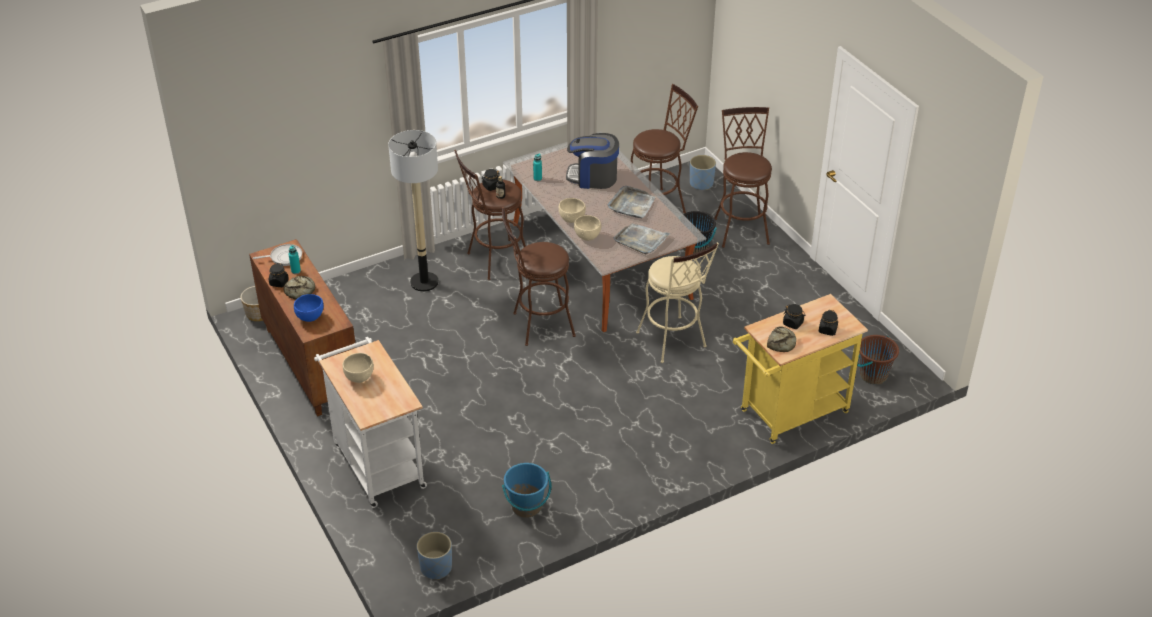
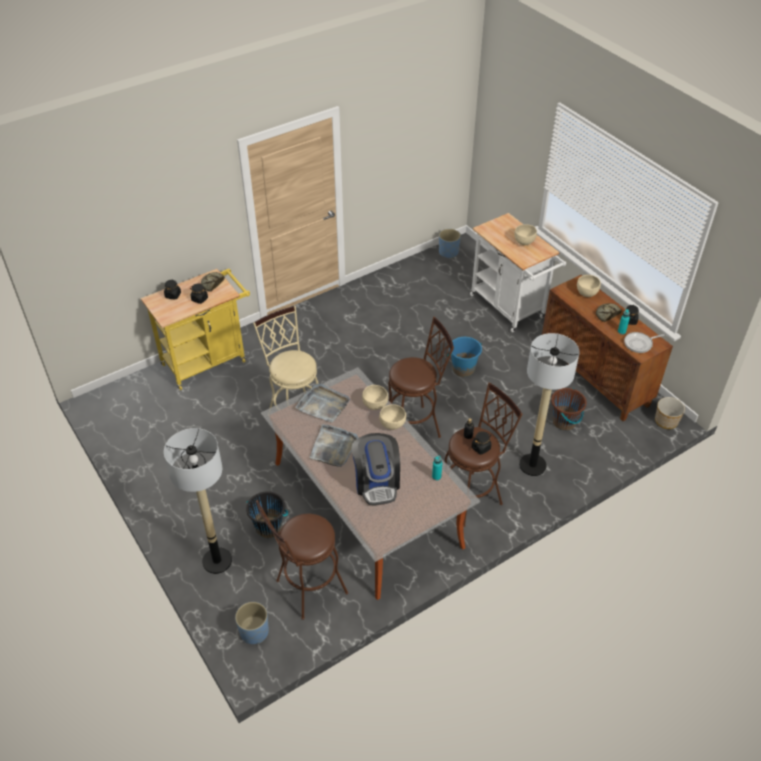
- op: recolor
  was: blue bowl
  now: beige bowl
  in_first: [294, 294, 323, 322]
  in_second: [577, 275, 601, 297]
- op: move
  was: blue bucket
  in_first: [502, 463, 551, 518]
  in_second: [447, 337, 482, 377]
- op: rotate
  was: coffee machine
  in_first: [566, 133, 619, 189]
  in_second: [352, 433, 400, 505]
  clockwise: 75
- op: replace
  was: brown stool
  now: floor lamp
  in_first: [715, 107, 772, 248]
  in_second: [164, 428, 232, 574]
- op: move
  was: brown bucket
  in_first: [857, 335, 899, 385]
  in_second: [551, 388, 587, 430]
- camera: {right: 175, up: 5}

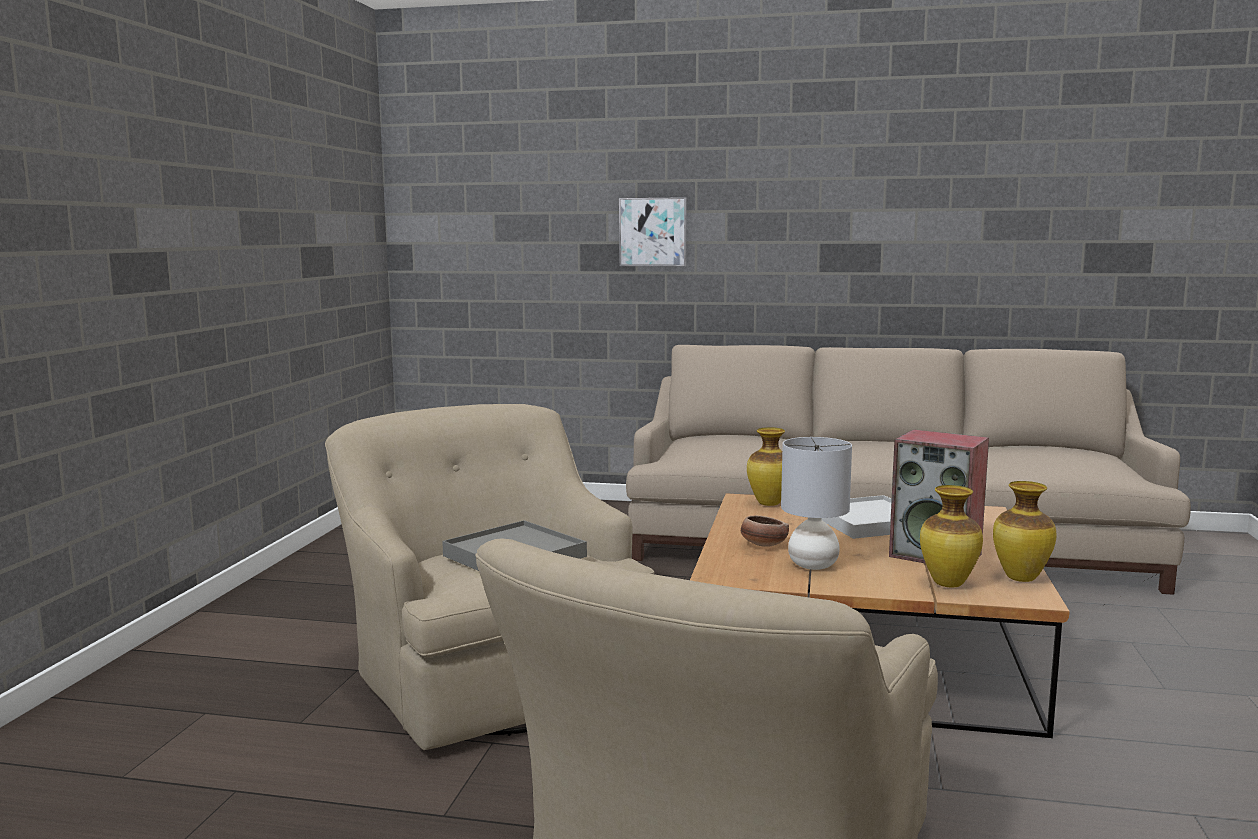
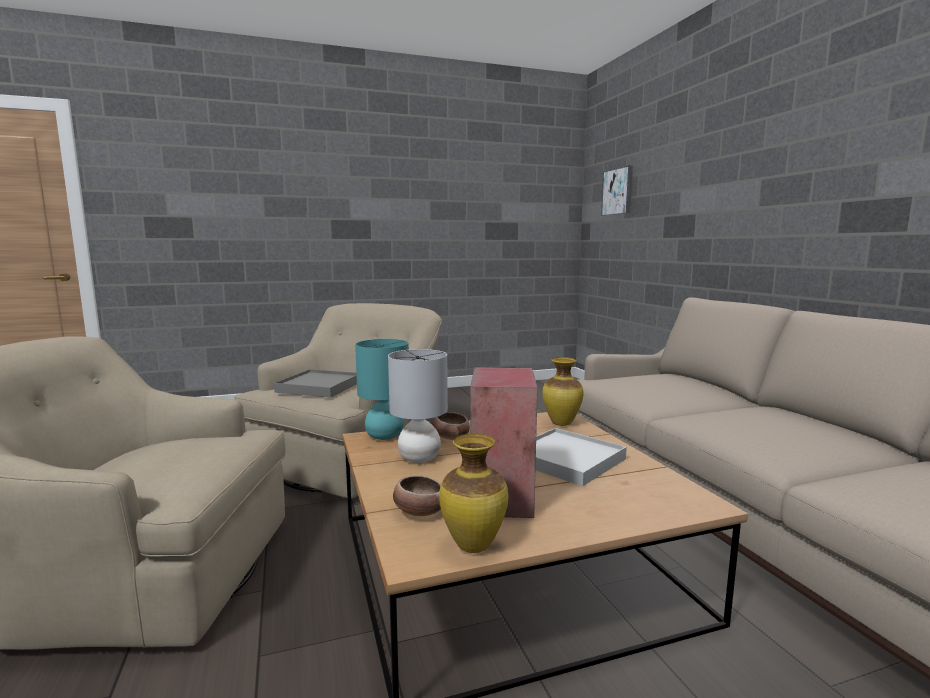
- op: move
  was: picture
  in_first: [619, 197, 687, 266]
  in_second: [601, 165, 633, 216]
- op: replace
  was: vase
  now: bowl
  in_first: [920, 485, 983, 587]
  in_second: [393, 476, 441, 516]
- op: insert
  now: turquoise table lamp
  in_second: [355, 339, 409, 440]
- camera: {right: 60, up: 0}

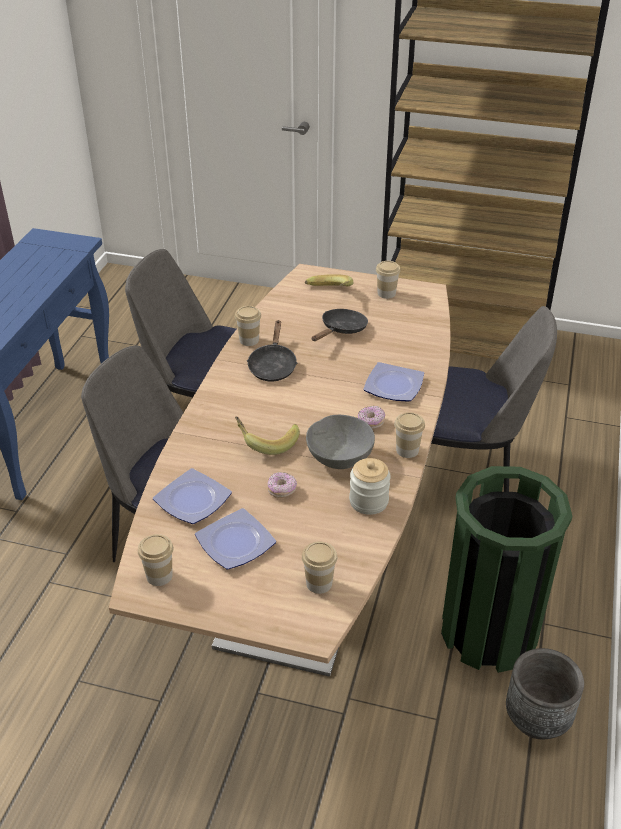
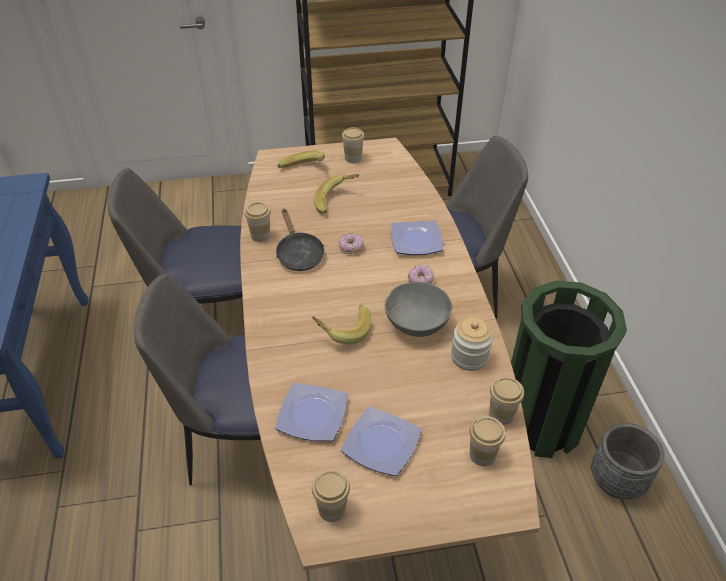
- op: move
  was: donut
  in_first: [267, 472, 297, 498]
  in_second: [339, 233, 364, 254]
- op: replace
  was: black frying pan
  now: banana
  in_first: [312, 309, 368, 341]
  in_second: [314, 174, 359, 214]
- op: move
  was: cup
  in_first: [394, 412, 425, 458]
  in_second: [489, 377, 524, 425]
- camera: {right: -25, up: 5}

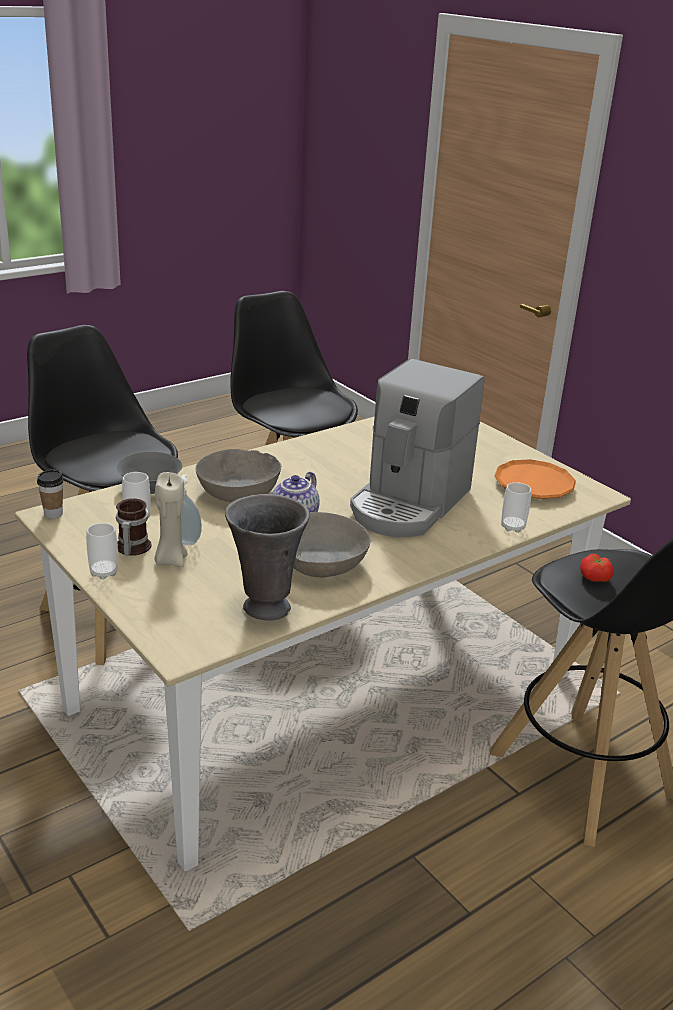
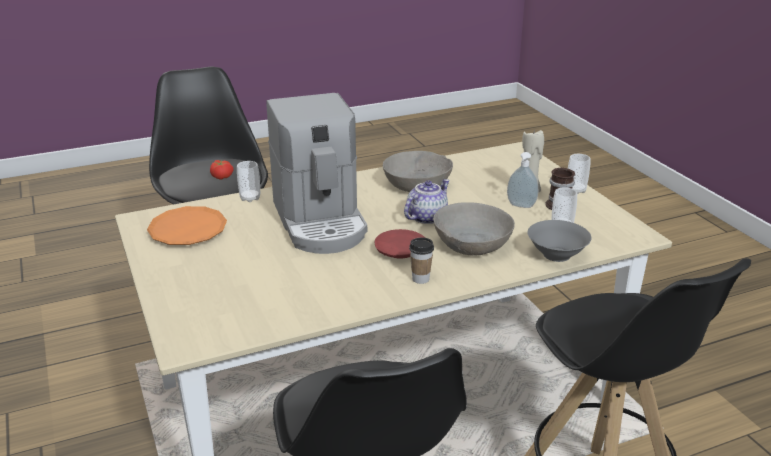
- op: move
  was: cup
  in_first: [37, 469, 64, 519]
  in_second: [409, 237, 434, 284]
- op: delete
  was: grey vase
  in_first: [225, 494, 309, 621]
- op: rotate
  was: coffee machine
  in_first: [350, 359, 485, 537]
  in_second: [266, 93, 367, 254]
  clockwise: 120
- op: insert
  now: red plate
  in_second: [375, 229, 425, 259]
- camera: {right: -165, up: 0}

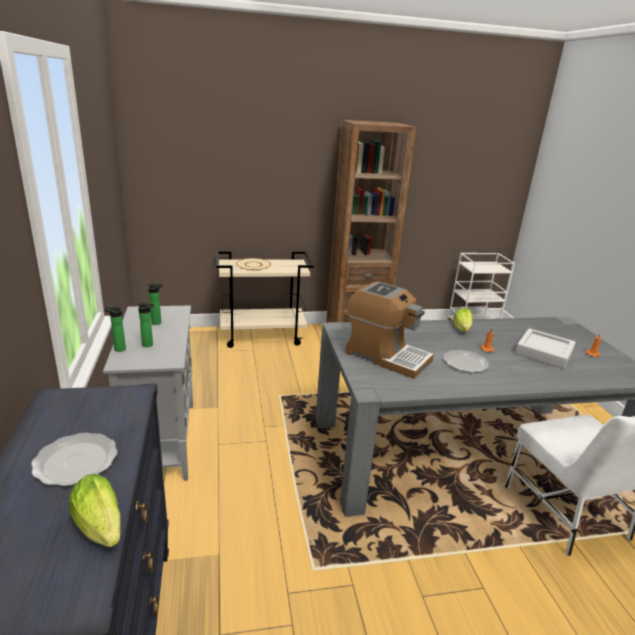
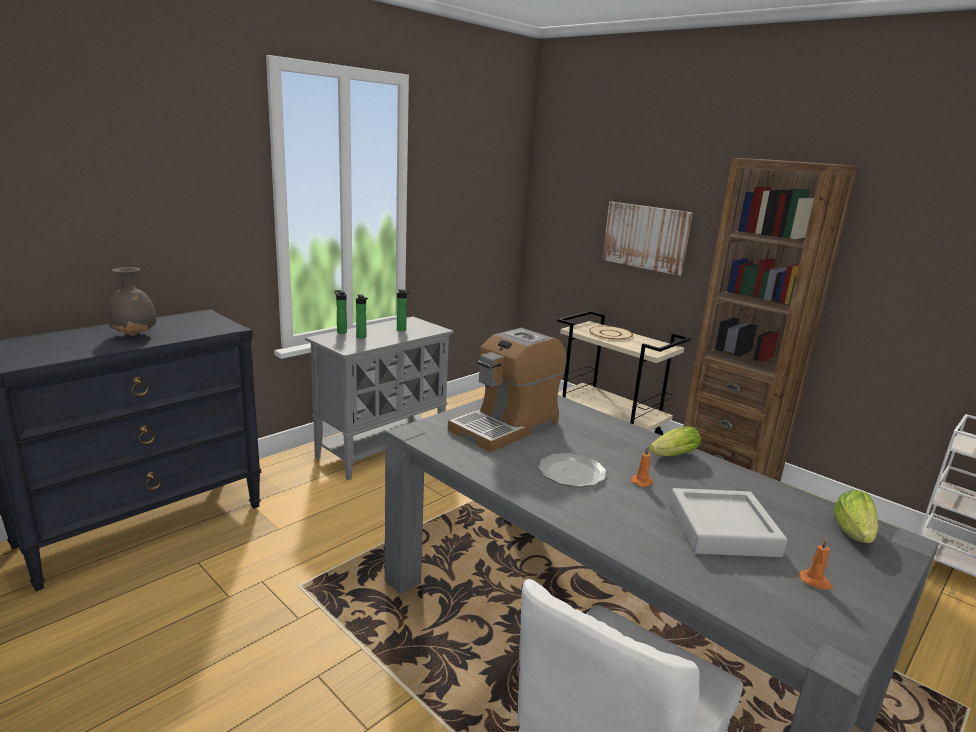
- op: replace
  was: plate
  now: grey vase
  in_first: [31, 433, 118, 486]
  in_second: [108, 267, 156, 336]
- op: move
  was: lettuce
  in_first: [69, 474, 121, 547]
  in_second: [833, 490, 878, 543]
- op: rotate
  was: coffee machine
  in_first: [345, 281, 434, 379]
  in_second: [448, 328, 567, 452]
  clockwise: 45
- op: insert
  now: picture
  in_second: [602, 202, 693, 276]
- camera: {right: 55, up: -5}

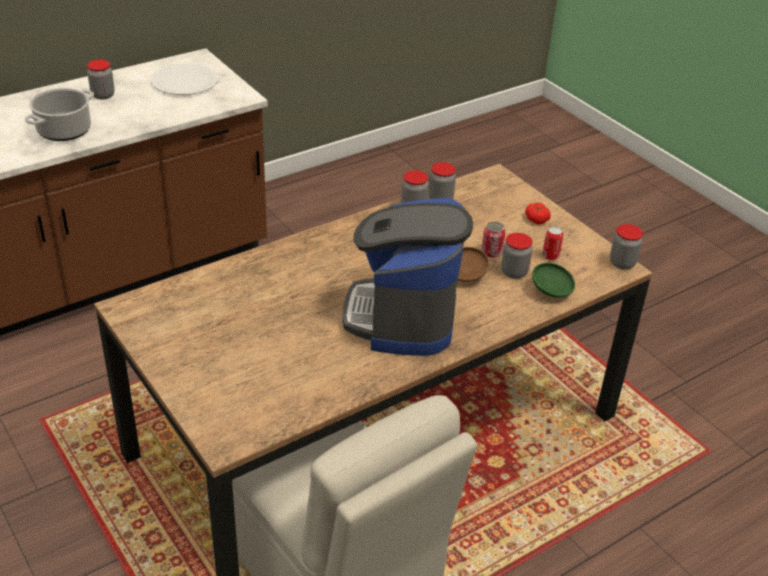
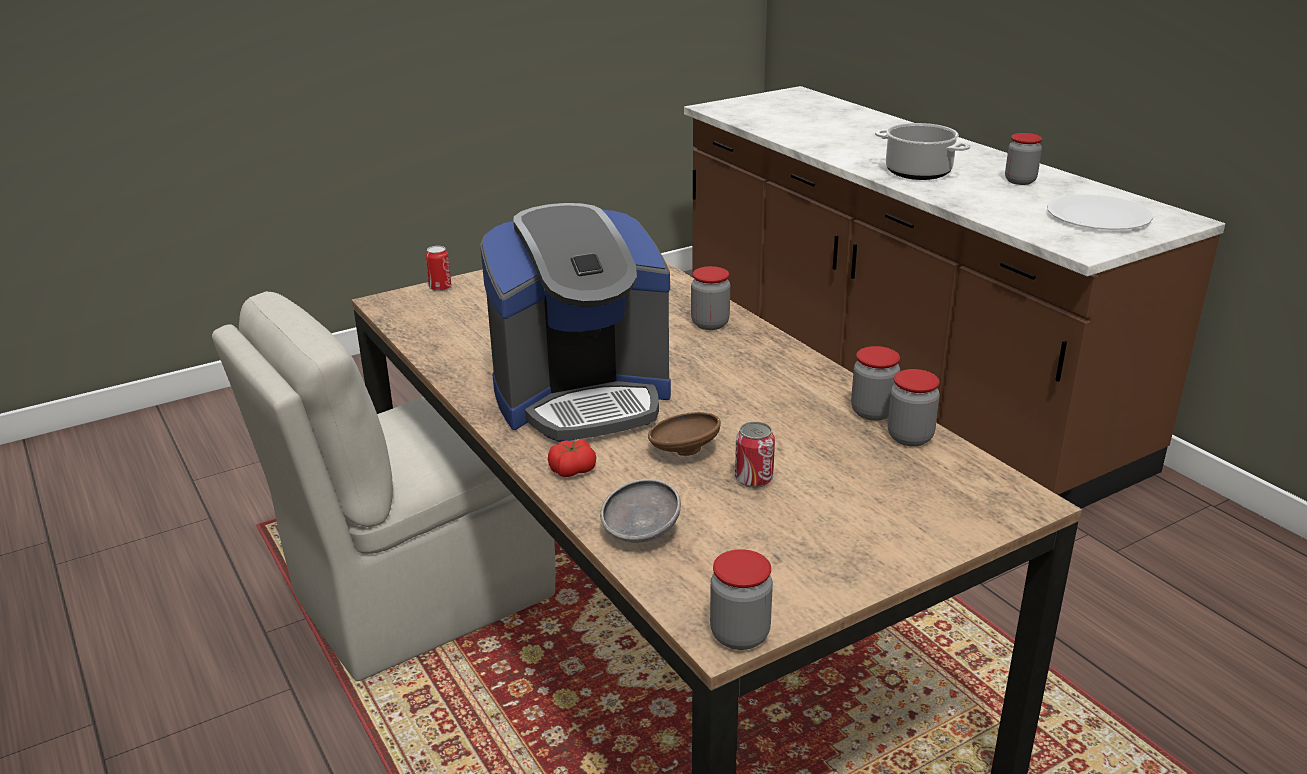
- op: rotate
  was: coffee machine
  in_first: [342, 198, 473, 356]
  in_second: [480, 203, 671, 442]
  clockwise: 150
- op: move
  was: jar
  in_first: [501, 233, 533, 279]
  in_second: [691, 266, 730, 330]
- op: move
  was: tomato
  in_first: [525, 203, 551, 224]
  in_second: [548, 439, 596, 477]
- op: recolor
  was: green bowl
  now: grey bowl
  in_first: [532, 263, 575, 298]
  in_second: [600, 479, 681, 543]
- op: move
  was: can
  in_first: [542, 226, 563, 260]
  in_second: [425, 246, 451, 291]
- camera: {right: 95, up: -10}

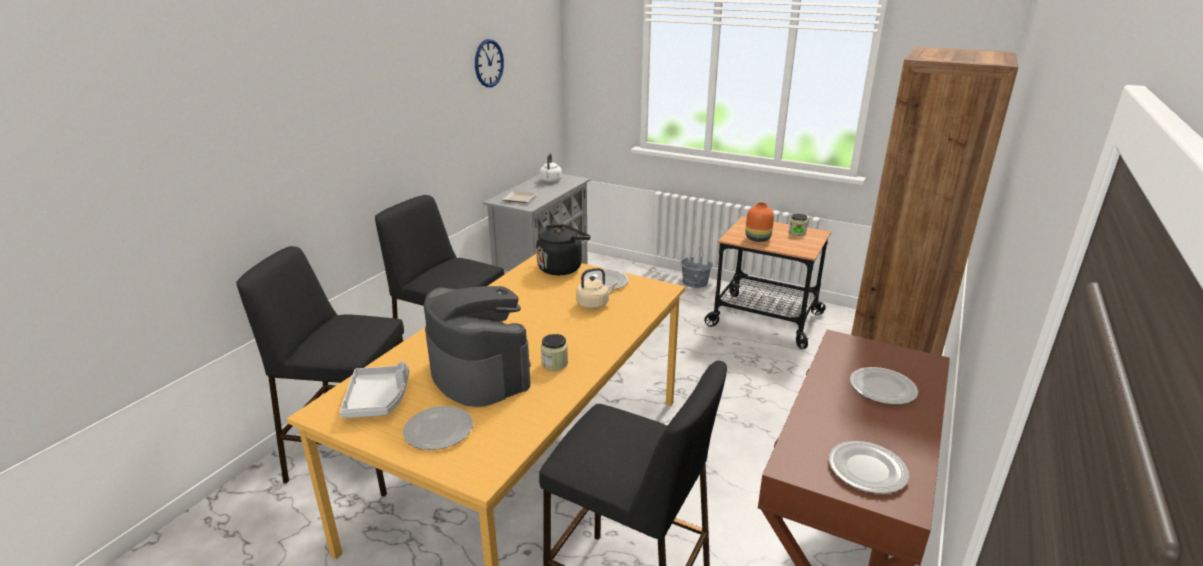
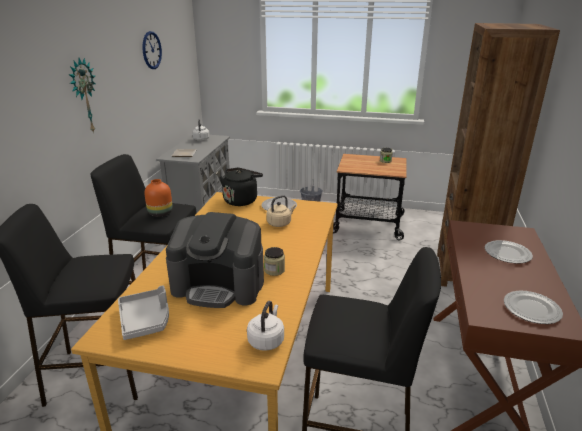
- op: delete
  was: plate
  in_first: [403, 406, 473, 450]
- op: rotate
  was: coffee machine
  in_first: [424, 286, 531, 407]
  in_second: [166, 212, 264, 308]
  clockwise: 150
- op: move
  was: orange vase
  in_first: [745, 202, 774, 242]
  in_second: [144, 179, 173, 217]
- op: insert
  now: wall clock
  in_second: [69, 58, 96, 133]
- op: insert
  now: white kettle
  in_second: [247, 301, 284, 351]
- camera: {right: -15, up: 0}

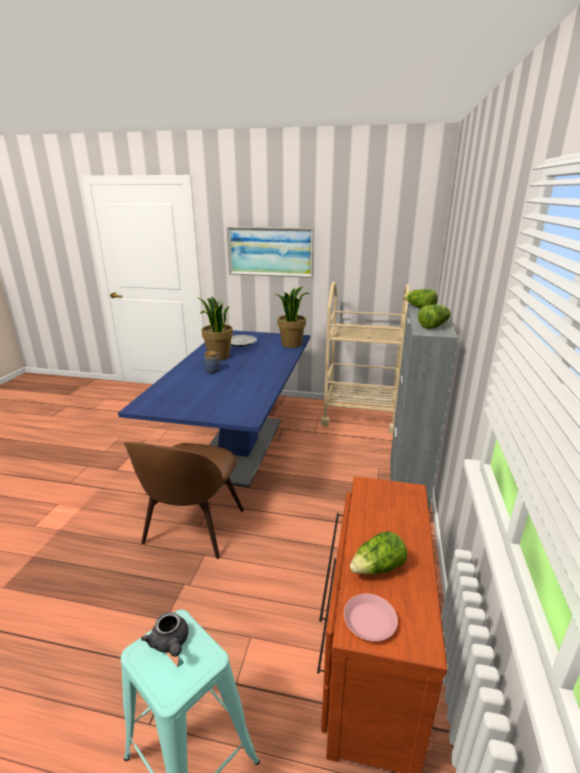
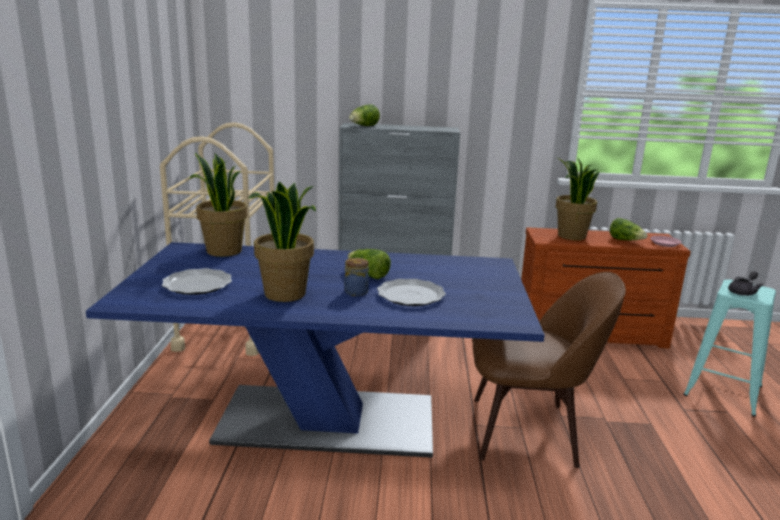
- op: delete
  was: picture
  in_first: [227, 227, 314, 278]
- op: move
  was: lettuce
  in_first: [418, 304, 451, 329]
  in_second: [348, 249, 391, 279]
- op: insert
  now: plate
  in_second: [377, 279, 446, 306]
- op: insert
  now: potted plant
  in_second: [556, 158, 600, 240]
- camera: {right: -100, up: -5}

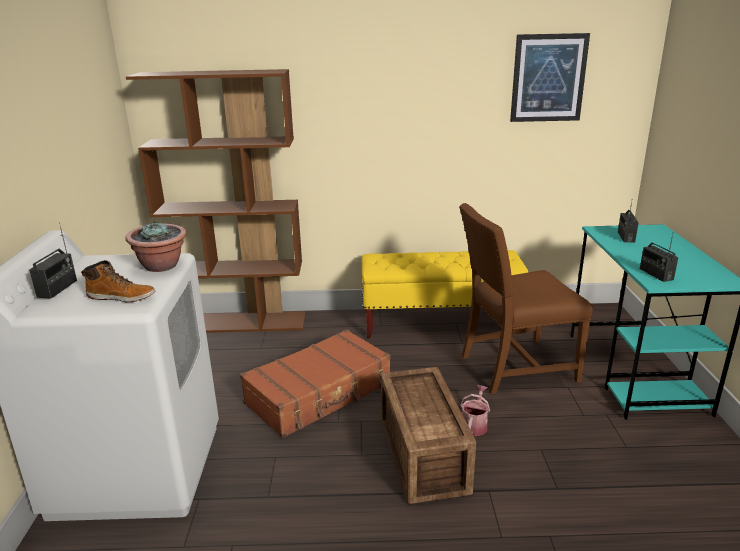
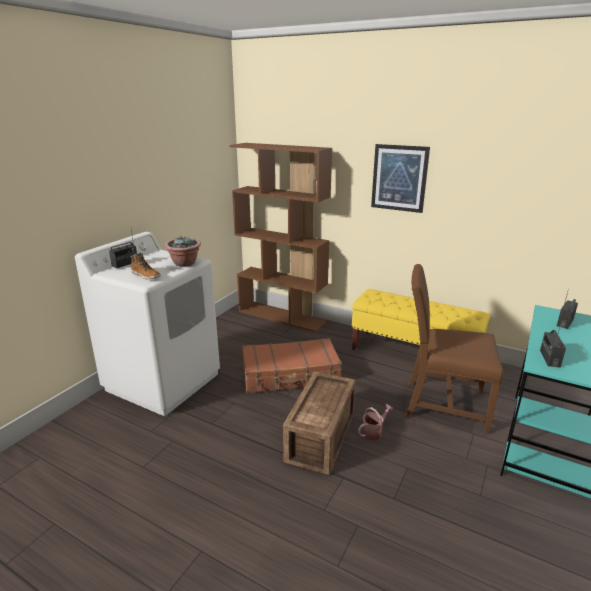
- op: move
  was: picture
  in_first: [510, 33, 590, 122]
  in_second: [371, 144, 430, 213]
- camera: {right: 30, up: 0}

